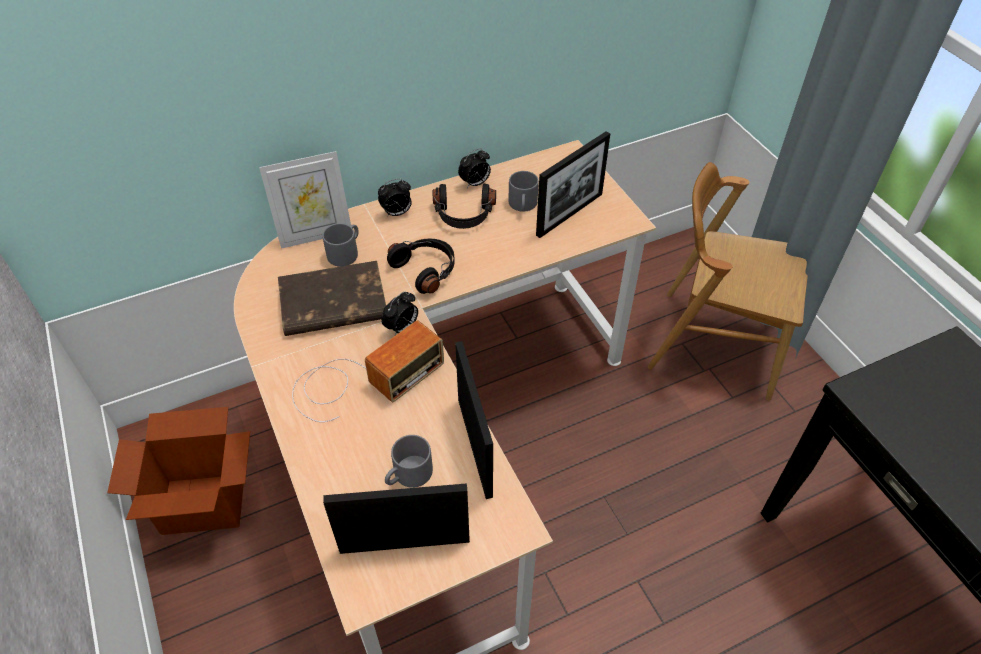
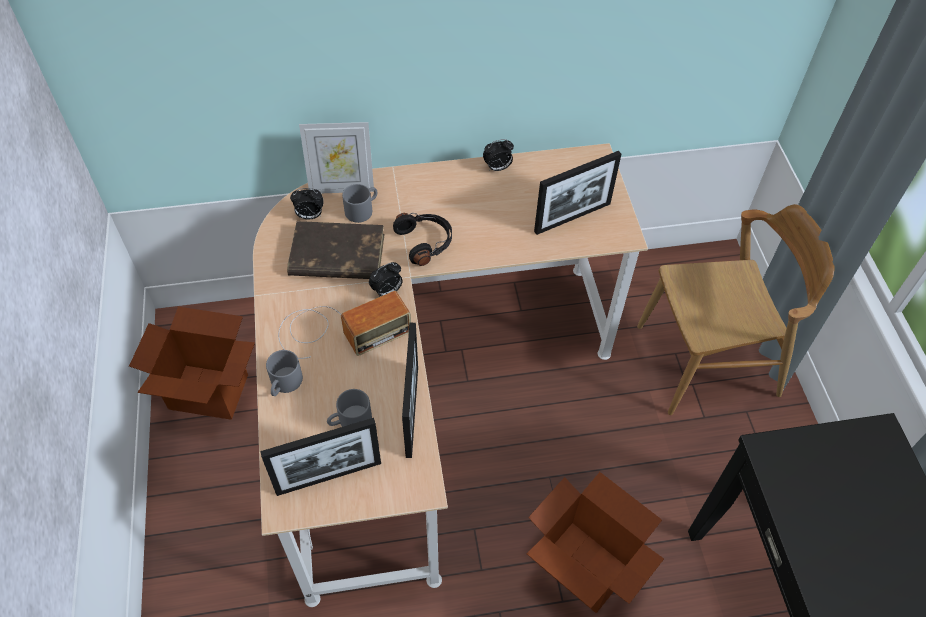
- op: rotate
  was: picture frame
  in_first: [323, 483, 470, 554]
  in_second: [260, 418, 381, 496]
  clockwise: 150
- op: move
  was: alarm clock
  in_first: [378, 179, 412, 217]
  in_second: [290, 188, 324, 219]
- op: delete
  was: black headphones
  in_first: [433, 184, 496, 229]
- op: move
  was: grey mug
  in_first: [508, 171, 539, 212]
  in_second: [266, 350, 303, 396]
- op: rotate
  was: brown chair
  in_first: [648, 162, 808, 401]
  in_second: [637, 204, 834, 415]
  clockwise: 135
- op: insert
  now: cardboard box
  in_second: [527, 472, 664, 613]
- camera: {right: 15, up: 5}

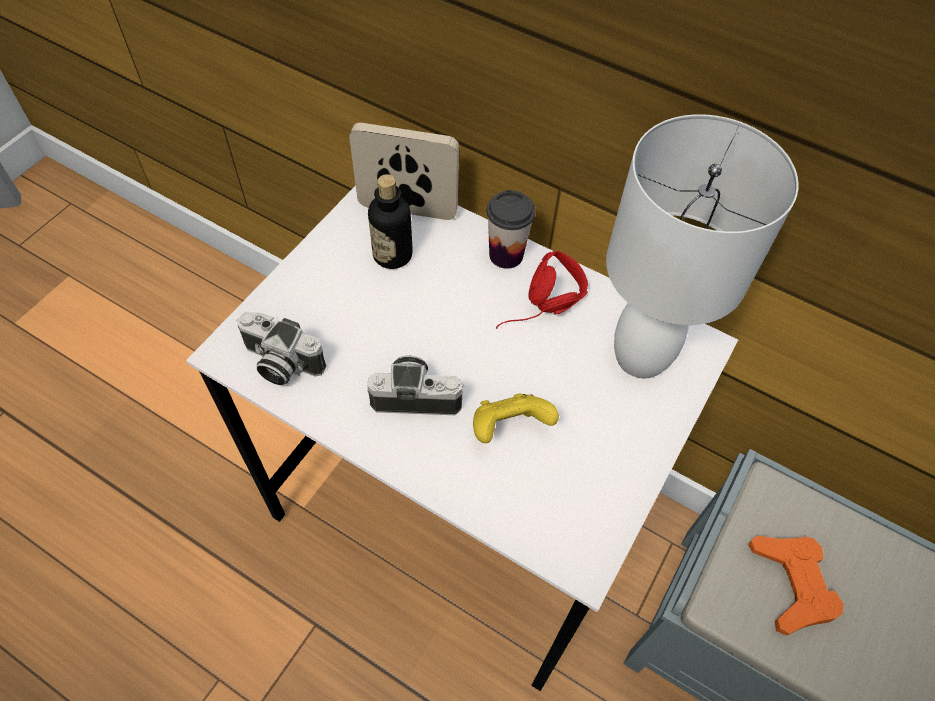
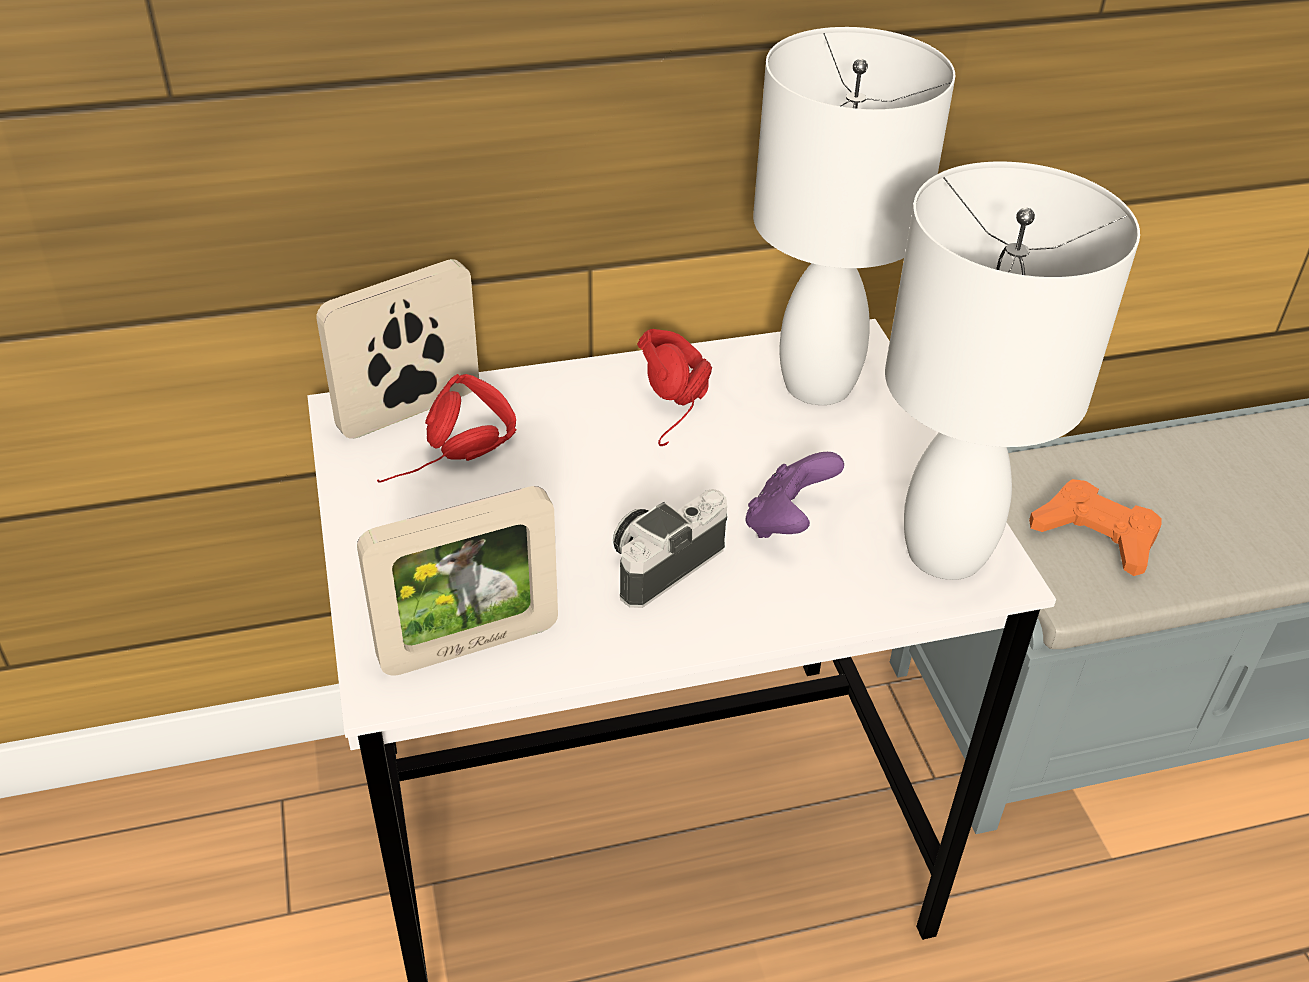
- op: replace
  was: photo camera
  now: picture frame
  in_first: [237, 312, 326, 385]
  in_second: [357, 486, 558, 676]
- op: replace
  was: bottle
  now: red headphones
  in_first: [368, 174, 413, 269]
  in_second: [377, 374, 517, 483]
- op: recolor
  was: yellow game controller
  now: purple game controller
  in_first: [473, 393, 559, 443]
  in_second: [745, 452, 844, 538]
- op: delete
  was: cup
  in_first: [487, 190, 535, 269]
- op: insert
  now: white table lamp
  in_second: [885, 162, 1140, 580]
- camera: {right: -45, up: -15}

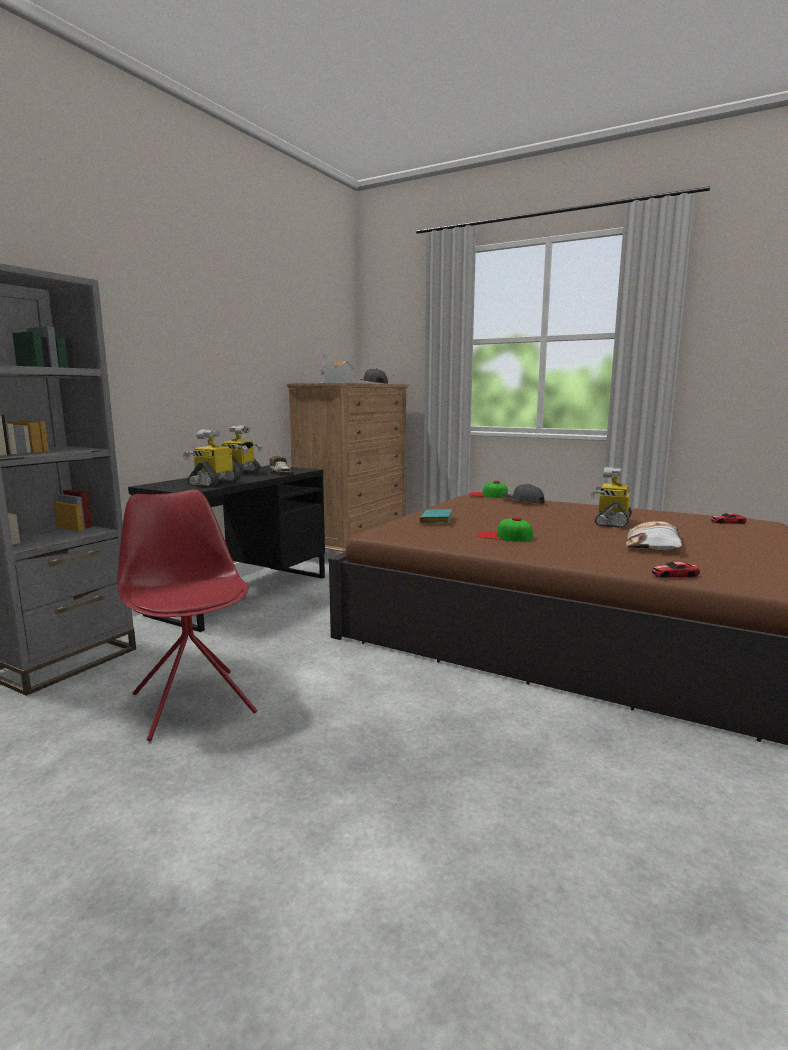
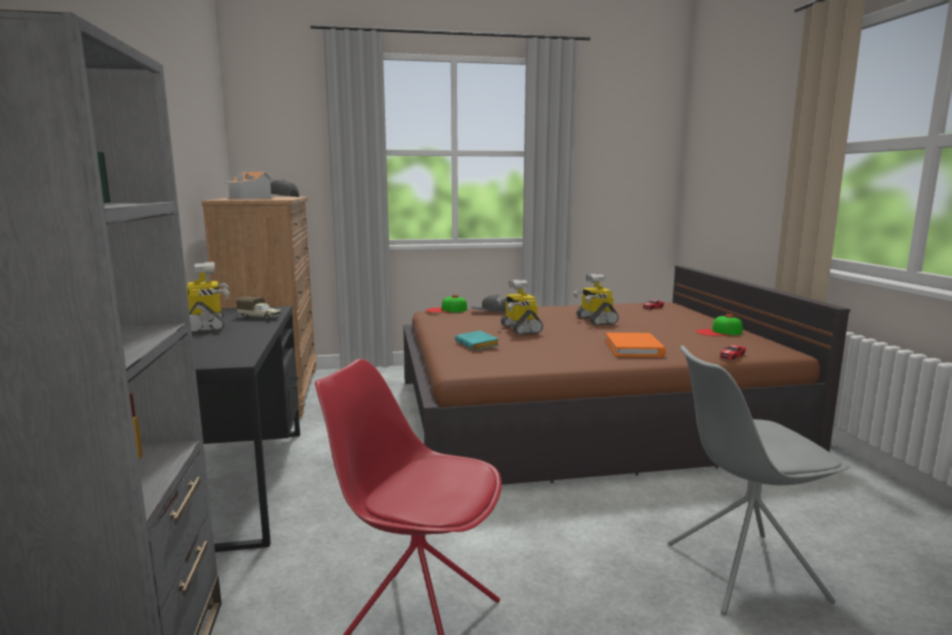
- op: move
  was: toy robot
  in_first: [183, 429, 241, 487]
  in_second: [497, 280, 543, 335]
- op: move
  was: cap
  in_first: [476, 516, 533, 542]
  in_second: [696, 314, 743, 336]
- op: delete
  was: pillow
  in_first: [626, 521, 682, 551]
- op: insert
  now: orange book
  in_second: [605, 333, 666, 357]
- op: insert
  now: grey chair
  in_second: [668, 346, 850, 615]
- camera: {right: -40, up: 0}

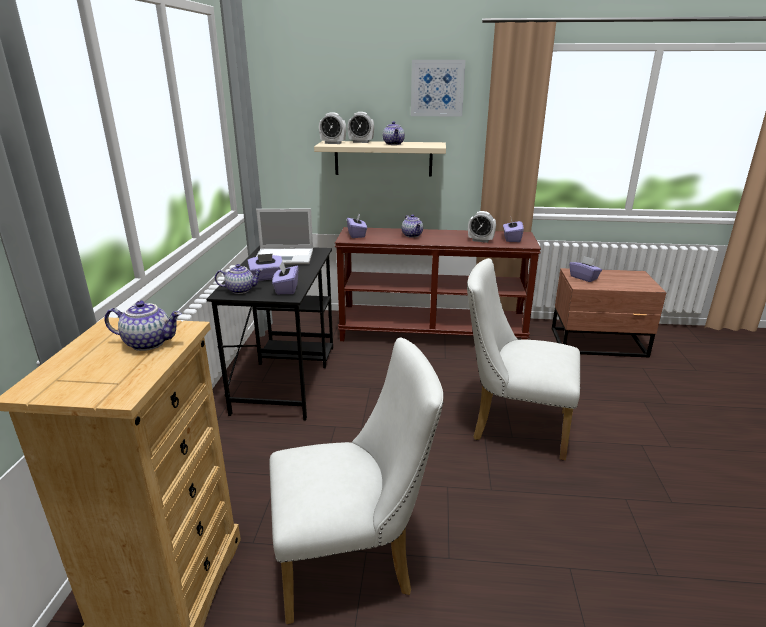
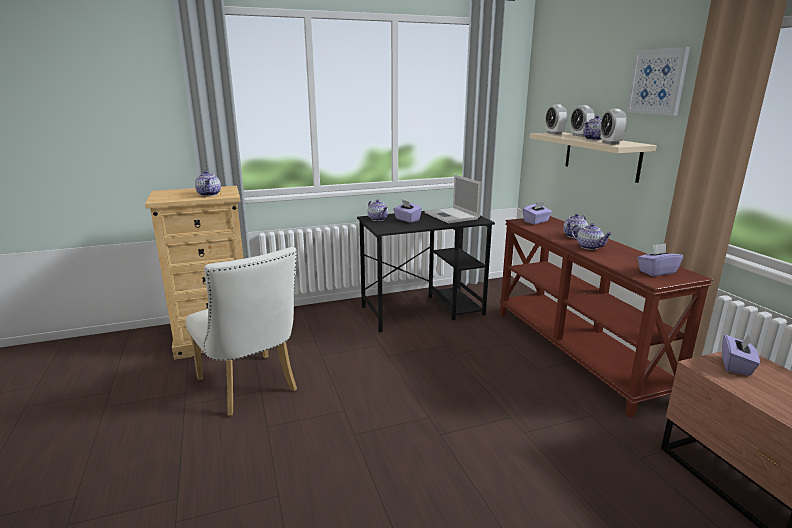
- op: delete
  was: purple tissue box
  in_first: [272, 261, 298, 294]
- op: delete
  was: white chair
  in_first: [467, 258, 580, 460]
- op: move
  was: alarm clock
  in_first: [468, 211, 496, 243]
  in_second: [601, 109, 627, 145]
- op: insert
  now: teapot
  in_second: [571, 223, 612, 250]
- camera: {right: 65, up: -5}

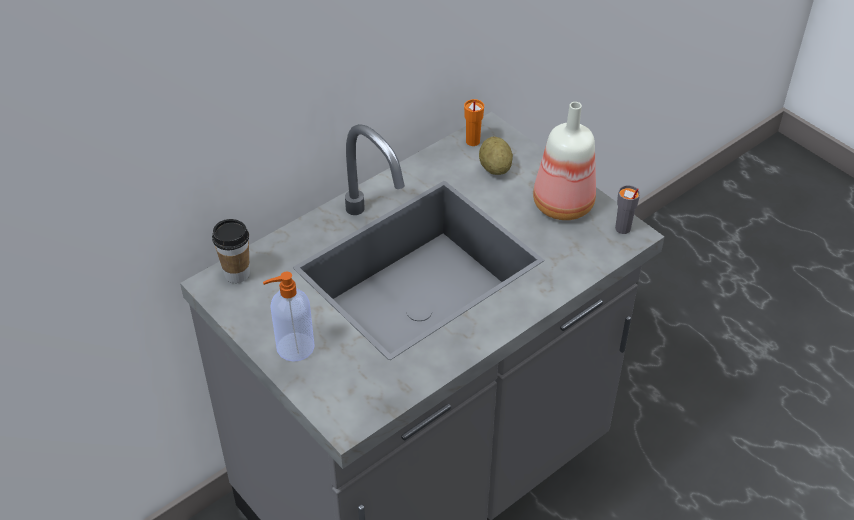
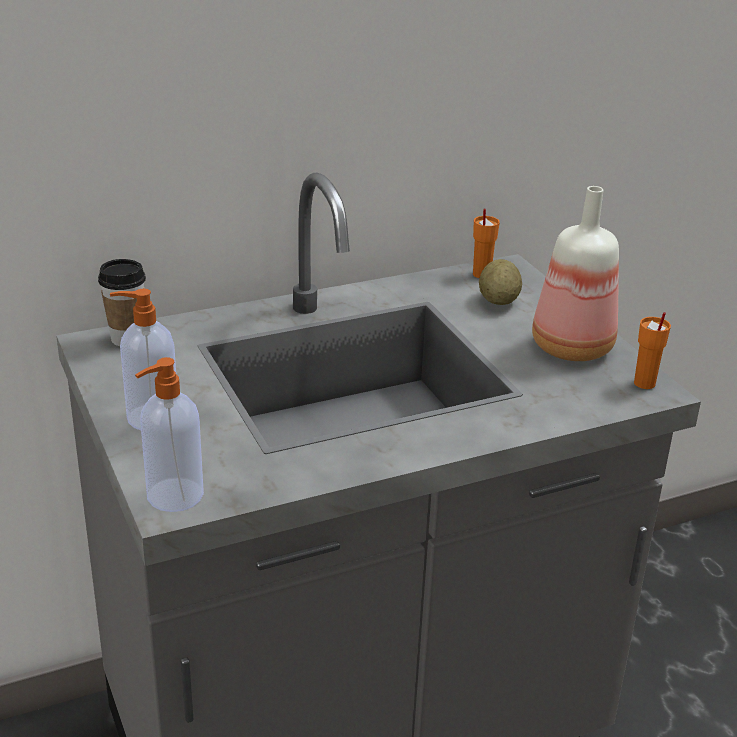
- op: recolor
  was: grey cup
  now: orange cup
  in_first: [615, 185, 640, 234]
  in_second: [634, 312, 671, 389]
- op: insert
  now: soap dispenser
  in_second: [135, 357, 204, 512]
- camera: {right: 15, up: -15}

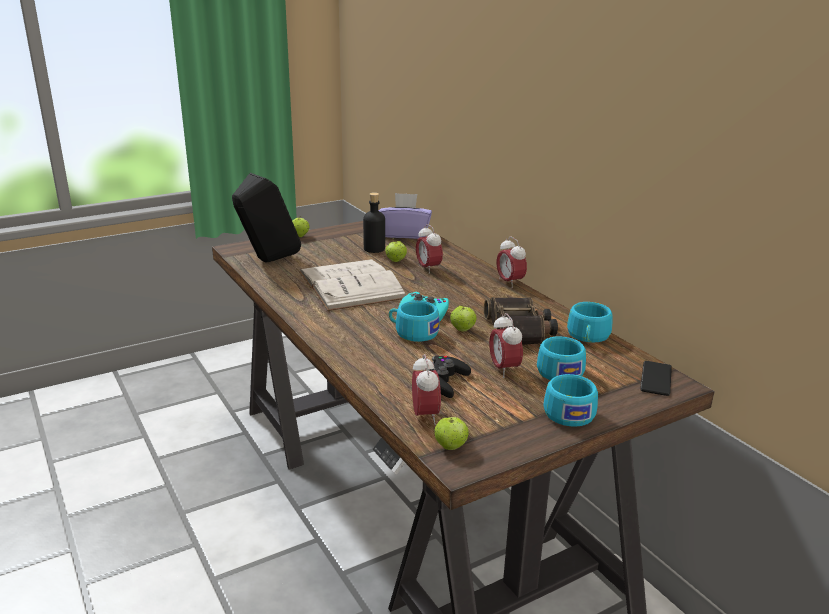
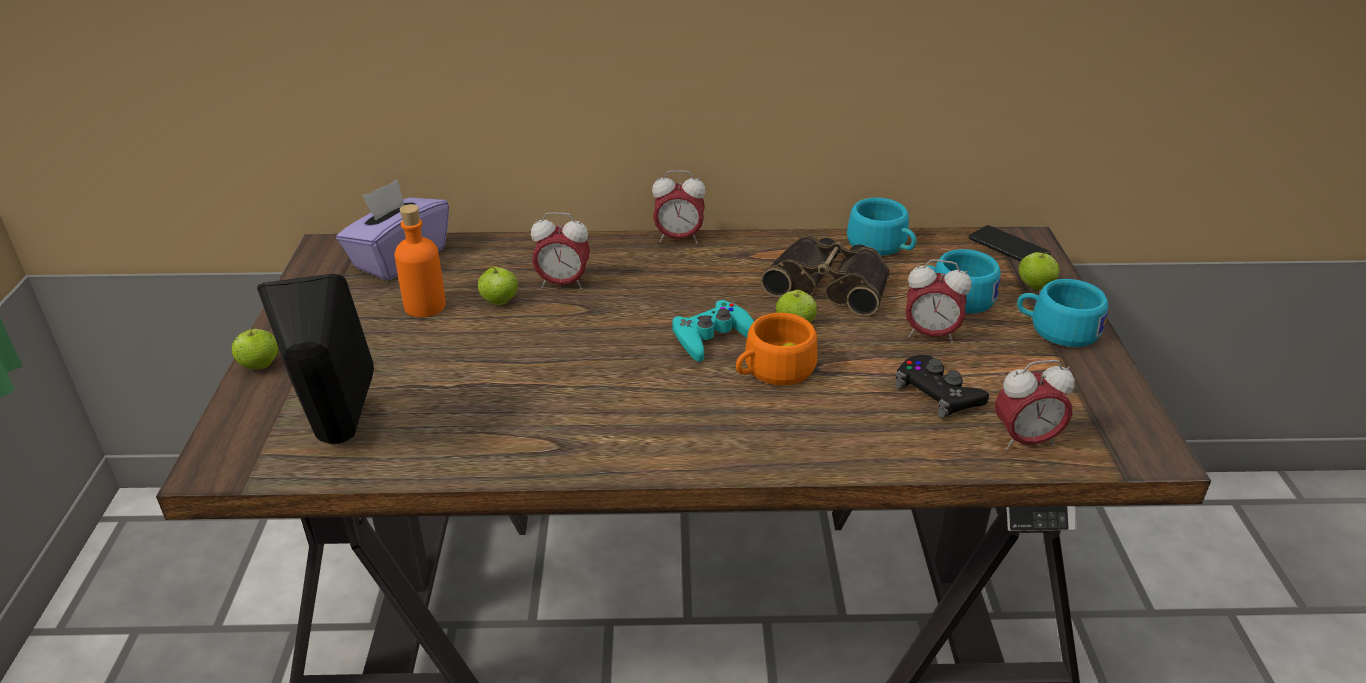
- op: delete
  was: white book
  in_first: [299, 259, 406, 311]
- op: recolor
  was: black bottle
  now: orange bottle
  in_first: [363, 192, 385, 253]
  in_second: [395, 204, 446, 317]
- op: recolor
  was: turquoise cup
  now: orange cup
  in_first: [389, 301, 440, 342]
  in_second: [736, 313, 817, 385]
- op: rotate
  was: alarm clock
  in_first: [412, 354, 441, 425]
  in_second: [995, 360, 1075, 451]
  clockwise: 150
- op: move
  was: apple
  in_first: [434, 417, 469, 450]
  in_second: [1019, 252, 1060, 290]
- camera: {right: -60, up: 10}

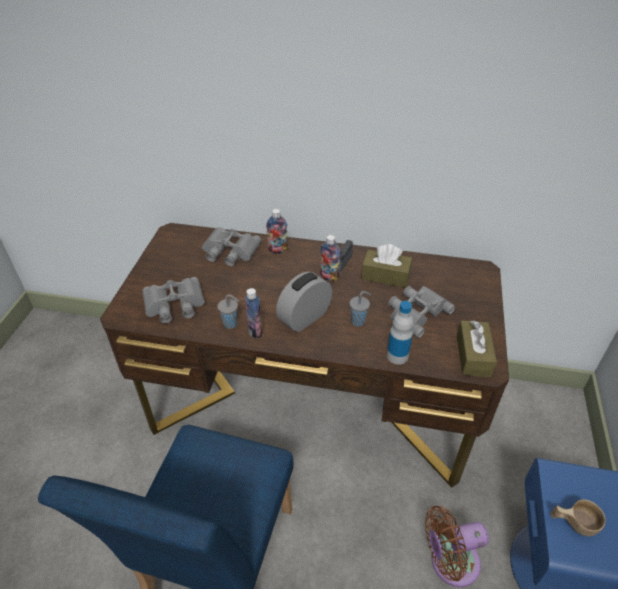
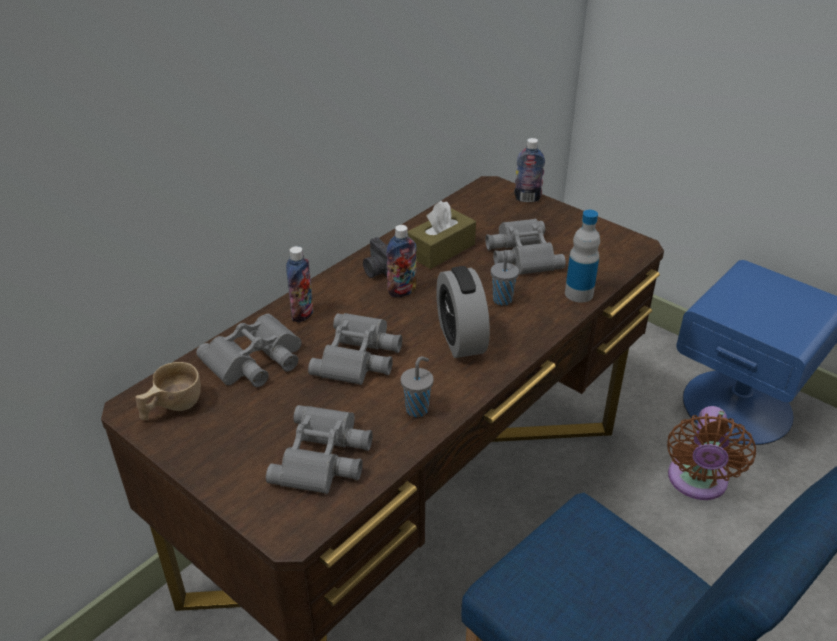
- op: move
  was: bottle
  in_first: [245, 288, 262, 339]
  in_second: [514, 138, 545, 202]
- op: delete
  was: brown tissue box
  in_first: [457, 320, 497, 377]
- op: move
  was: beige cup
  in_first: [550, 499, 606, 536]
  in_second: [135, 362, 201, 420]
- op: insert
  now: grey binoculars
  in_second: [308, 313, 402, 385]
- camera: {right: -60, up: -5}

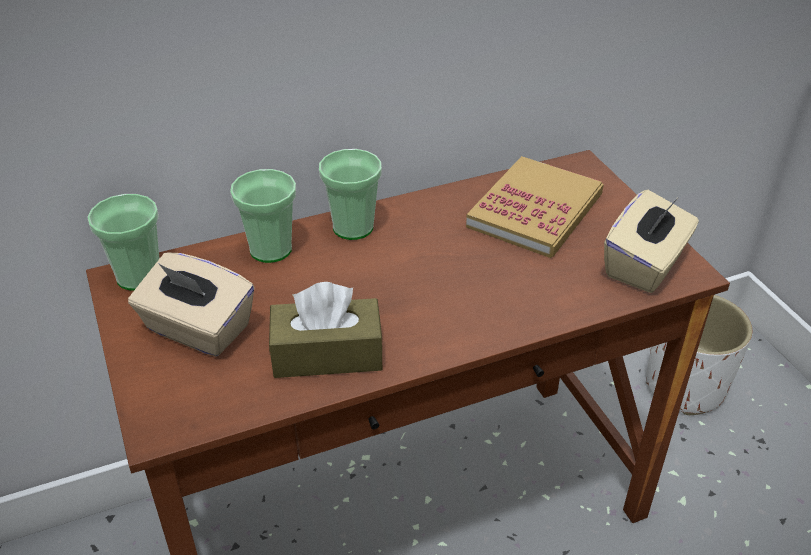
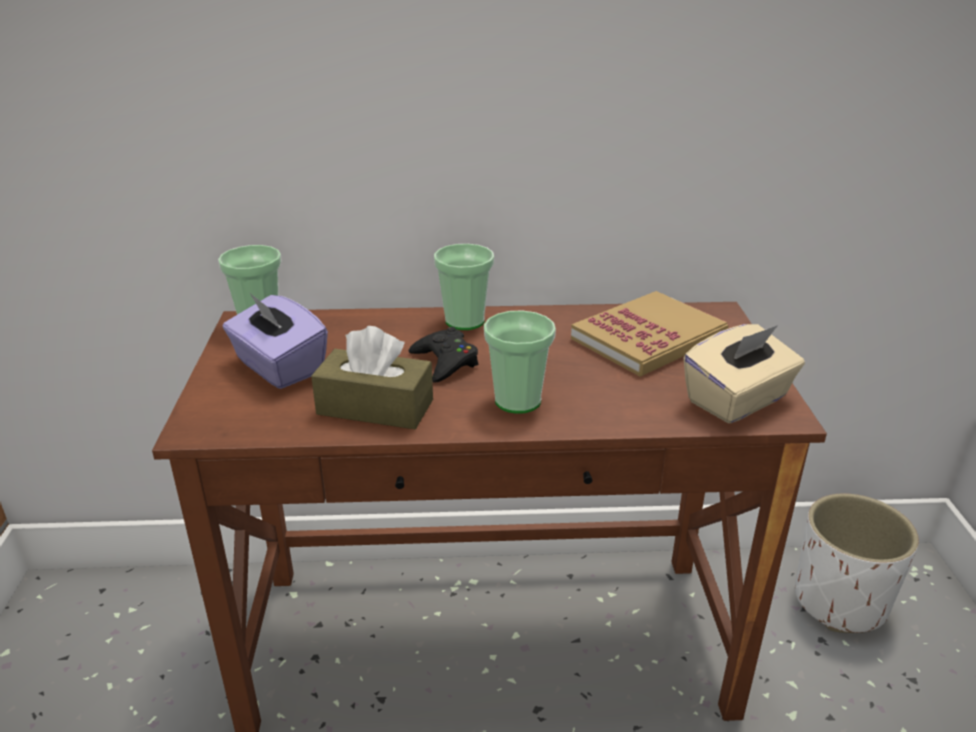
- op: recolor
  was: beige tissue box
  now: purple tissue box
  in_first: [128, 253, 254, 357]
  in_second: [223, 292, 328, 389]
- op: move
  was: cup
  in_first: [230, 169, 296, 263]
  in_second: [484, 310, 556, 414]
- op: insert
  now: black game controller
  in_second: [409, 327, 478, 383]
- camera: {right: 20, up: -10}

